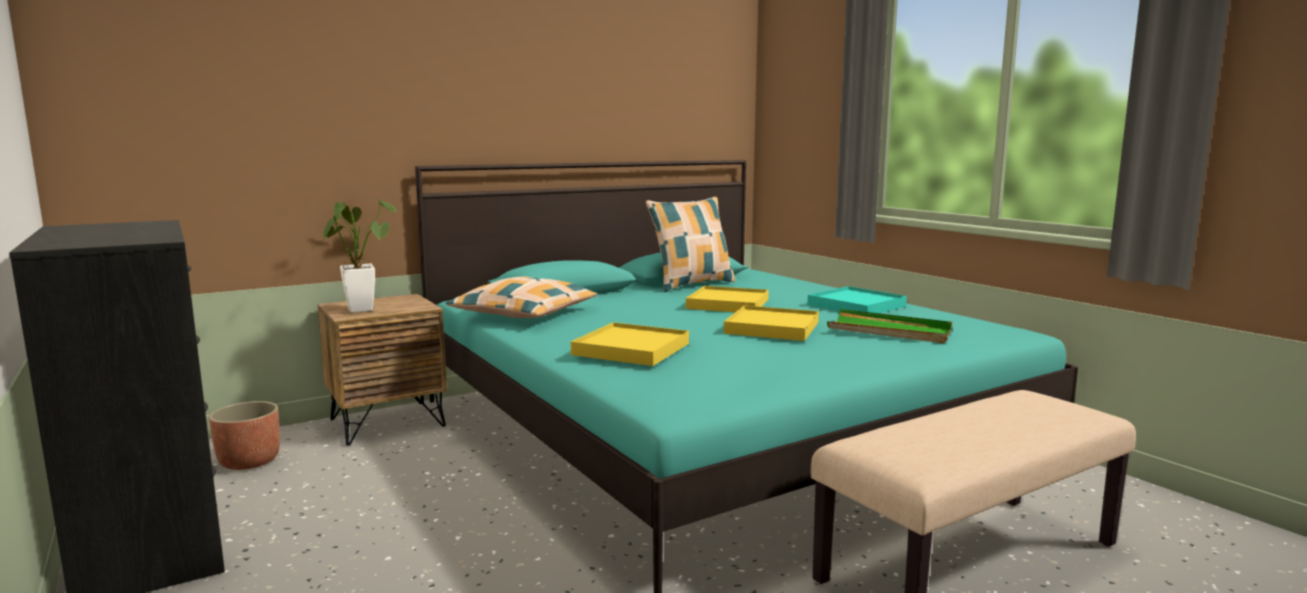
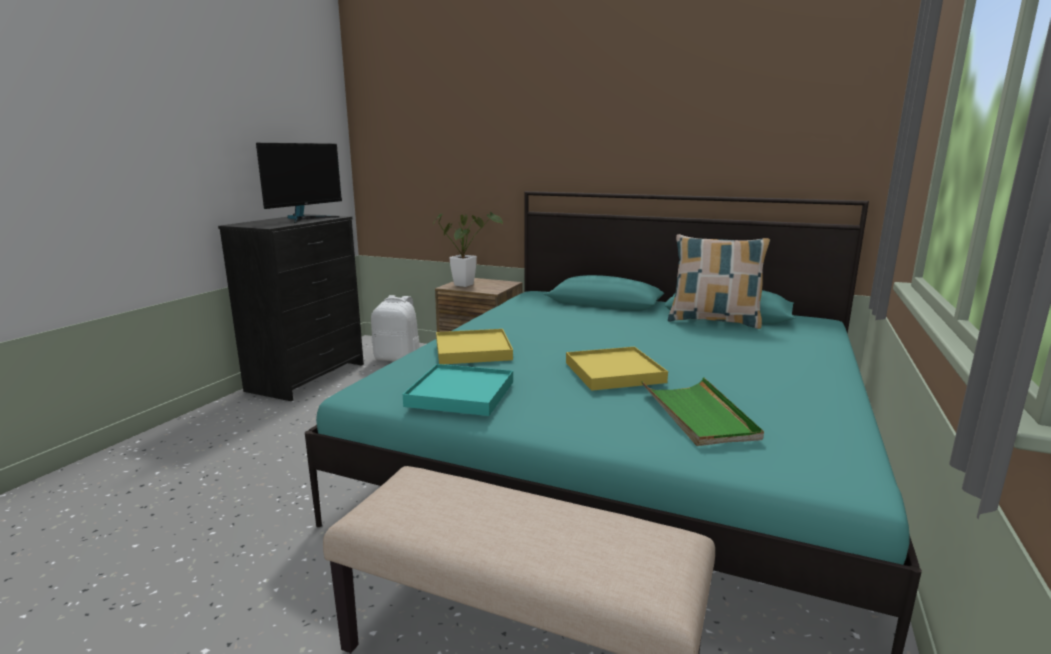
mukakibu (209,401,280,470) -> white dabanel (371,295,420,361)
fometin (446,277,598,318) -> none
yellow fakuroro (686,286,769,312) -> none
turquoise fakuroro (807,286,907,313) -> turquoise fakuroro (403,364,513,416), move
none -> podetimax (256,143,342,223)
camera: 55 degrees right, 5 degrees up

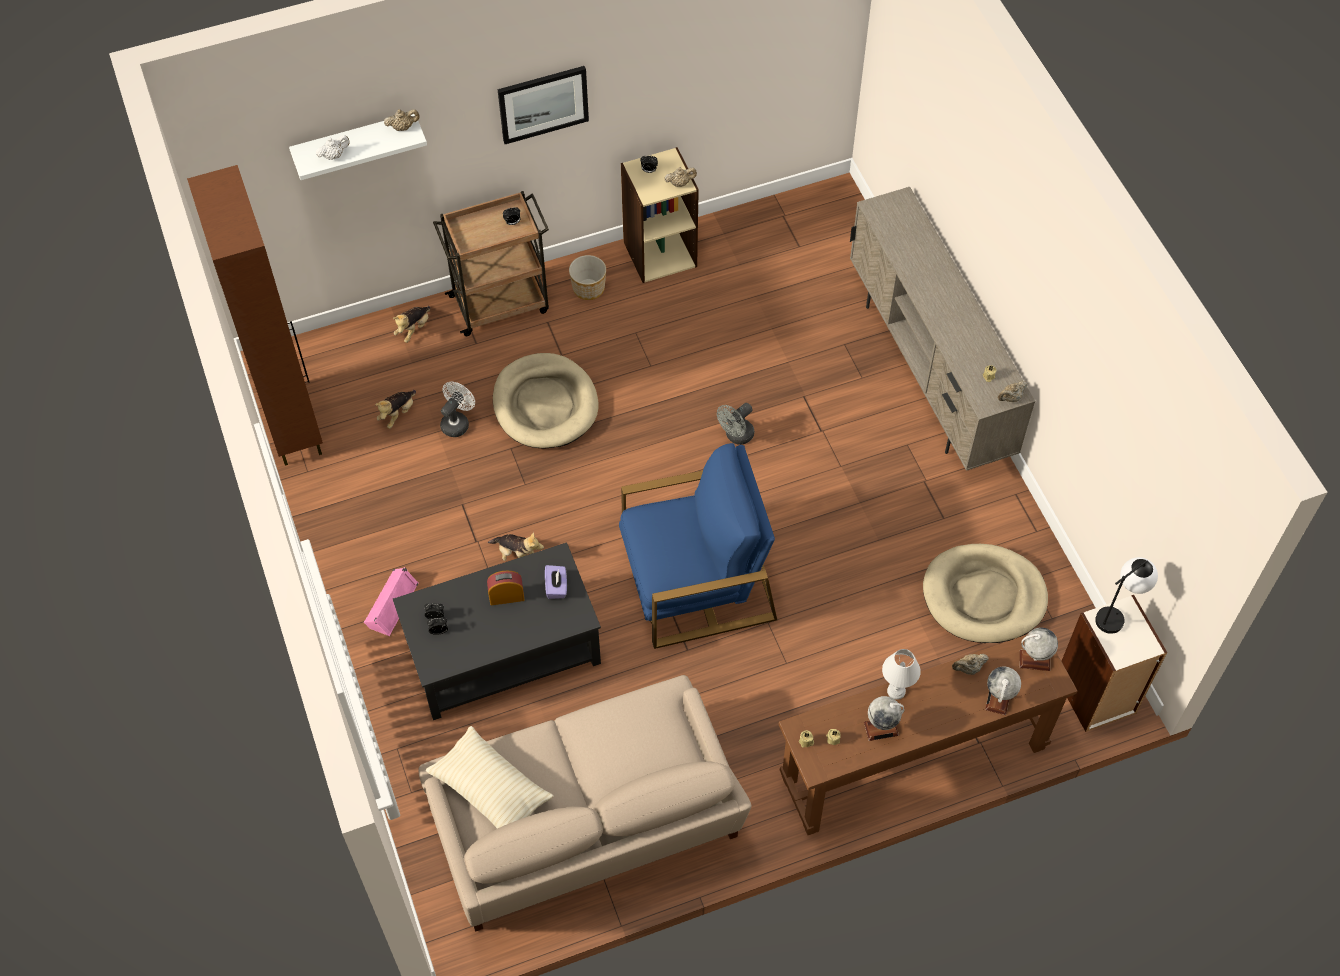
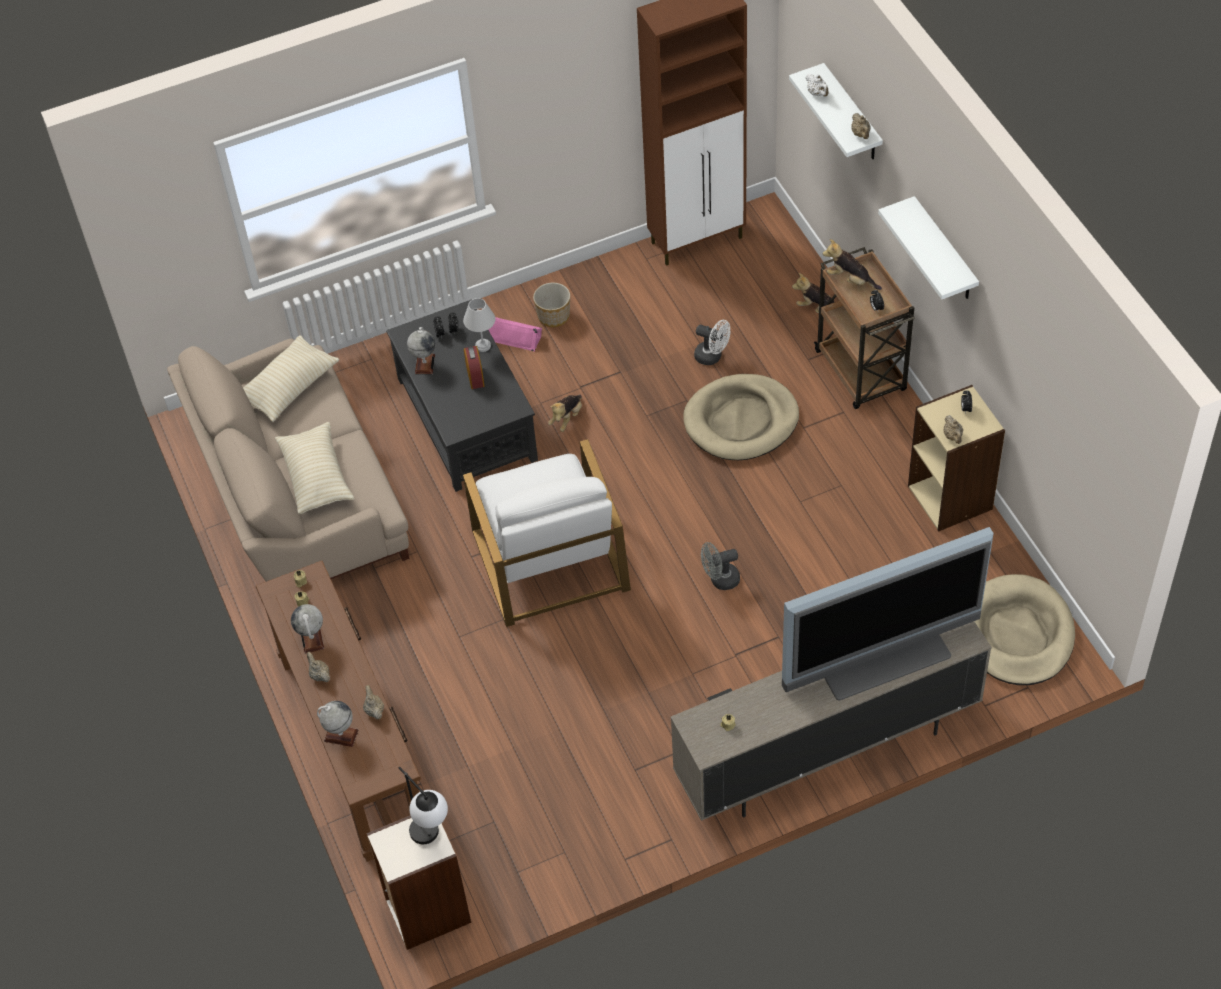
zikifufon (375,390,416,429) -> zikifufon (823,239,882,290), move
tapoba (497,66,589,144) -> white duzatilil (878,196,979,299)
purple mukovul (545,565,567,599) -> none
mukakibu (569,255,606,300) -> mukakibu (533,283,570,327), move
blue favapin (619,443,777,649) -> white favapin (463,439,631,627)
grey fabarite (717,403,754,445) -> grey fabarite (701,542,740,590), 60 degrees counterclockwise
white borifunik (882,649,921,700) -> white borifunik (463,298,495,352), move
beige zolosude (923,544,1048,643) -> beige zolosude (975,574,1075,685), move
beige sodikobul (998,381,1027,402) -> beige sodikobul (307,652,330,682), move
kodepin (1020,628,1058,671) -> kodepin (407,327,435,374), move
none -> beige fometin (275,422,354,514)
none -> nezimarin (782,527,994,700)
camera: 90 degrees right, 5 degrees down

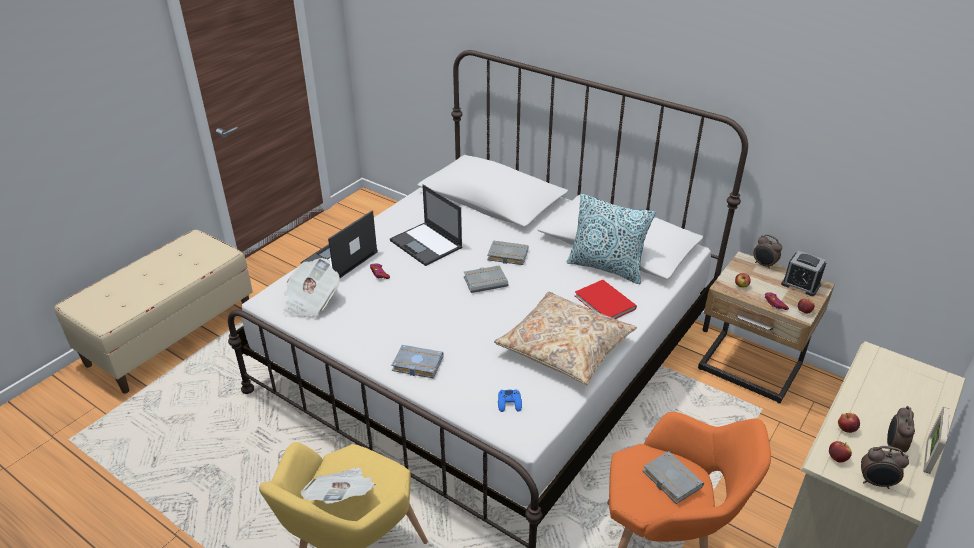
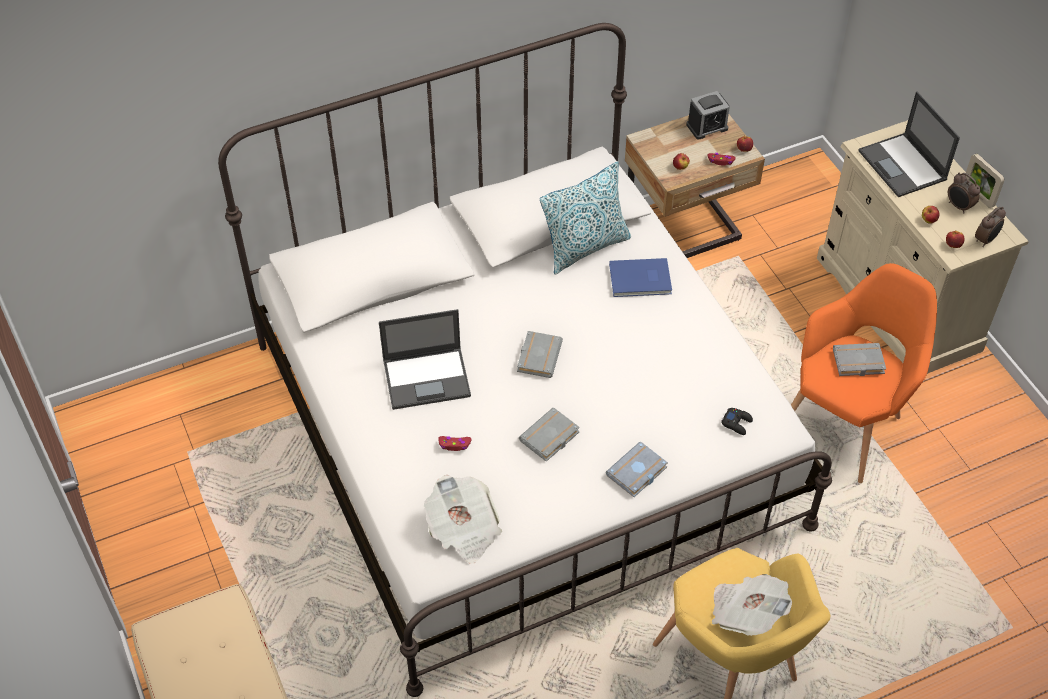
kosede (301,210,378,278) -> kosede (859,91,960,197), move
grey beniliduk (487,240,529,265) -> grey beniliduk (519,408,580,462), move
beige fometin (494,292,637,385) -> none
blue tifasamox (498,389,522,412) -> black tifasamox (721,408,753,435)
red beniliduk (575,280,637,319) -> blue beniliduk (609,258,672,297)
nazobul (753,234,782,270) -> none
camera: 60 degrees left, 15 degrees up

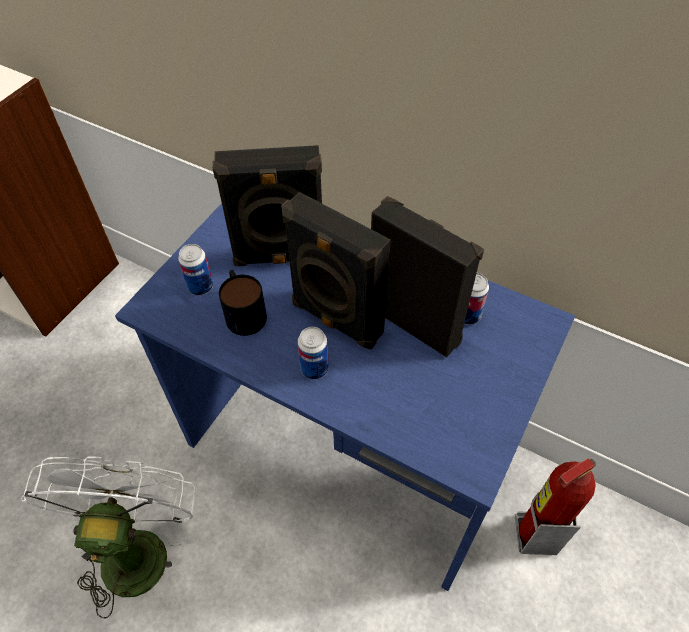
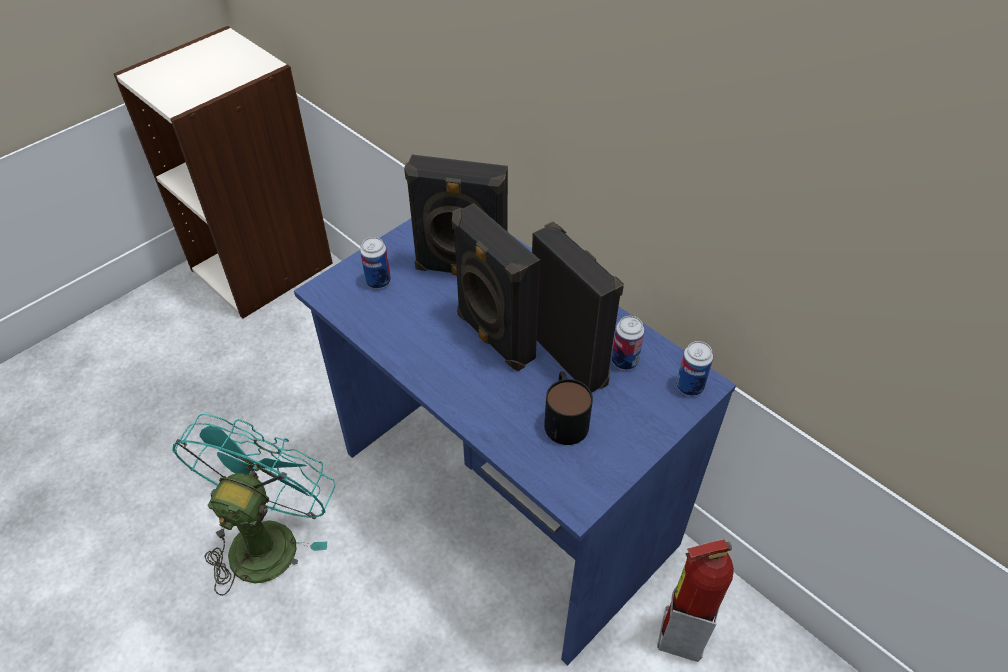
white fabarite (21,456,196,618) -> turquoise fabarite (172,414,335,596)
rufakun (219,270,267,336) -> rufakun (544,371,593,445), move
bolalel (297,327,329,380) -> bolalel (676,341,713,396), move
camera: 15 degrees right, 5 degrees down

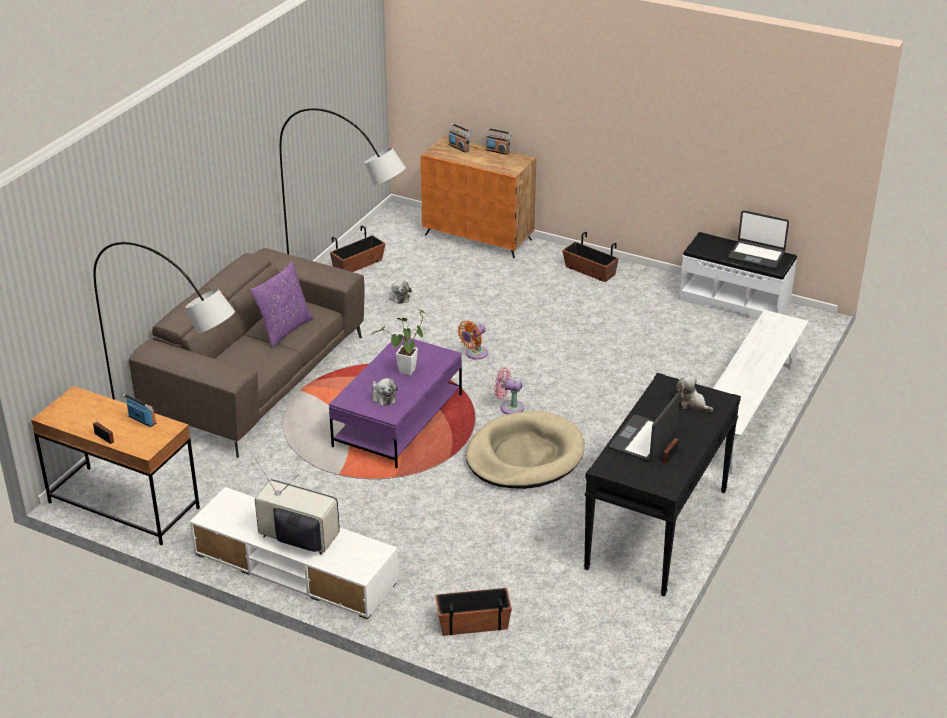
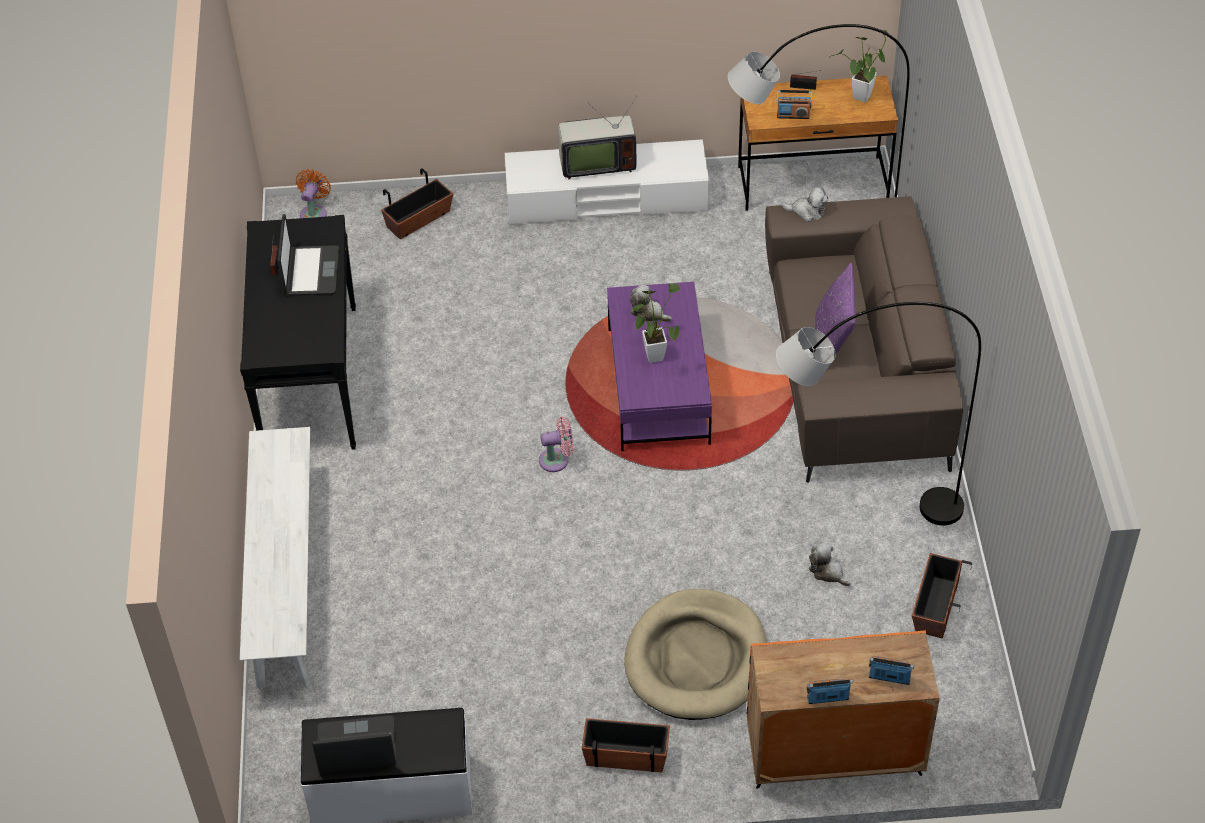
orange fabarite (458,321,488,360) -> orange fabarite (296,169,331,218), move
beige zolosude (466,411,585,489) -> beige zolosude (624,589,767,720), move
zikifufon (676,375,713,412) -> zikifufon (782,186,828,222), move
none -> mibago (828,30,888,103)
camera: 150 degrees right, 15 degrees up

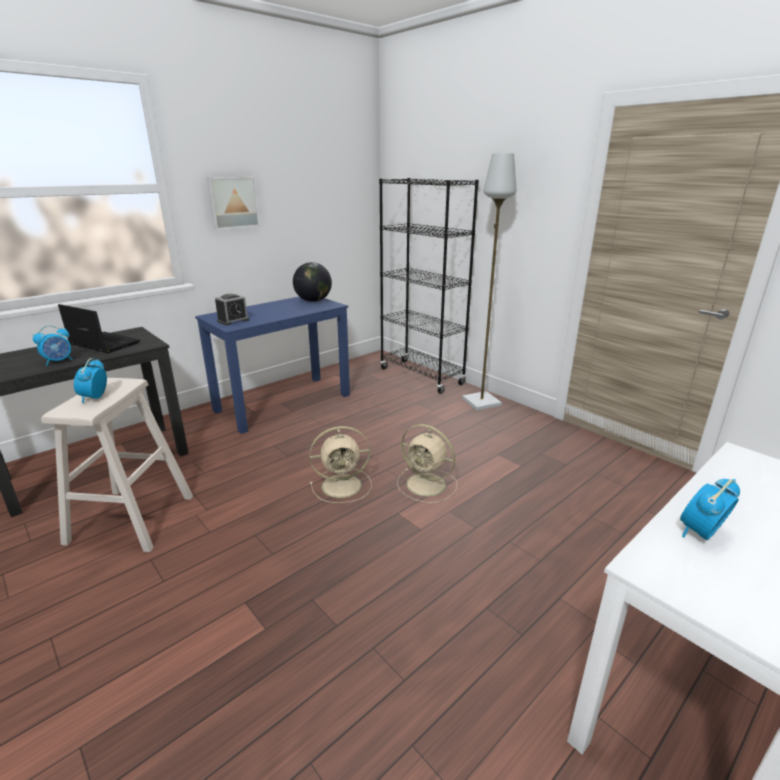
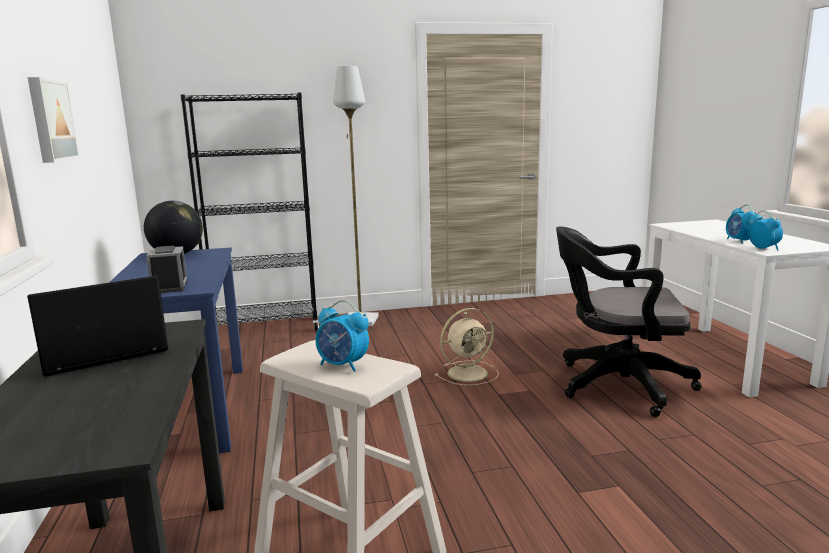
nazobul (33,325,73,366) -> nazobul (748,210,783,251), move
beige fabarite (309,426,372,503) -> none
none -> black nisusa (556,227,702,417)
camera: 60 degrees left, 10 degrees down

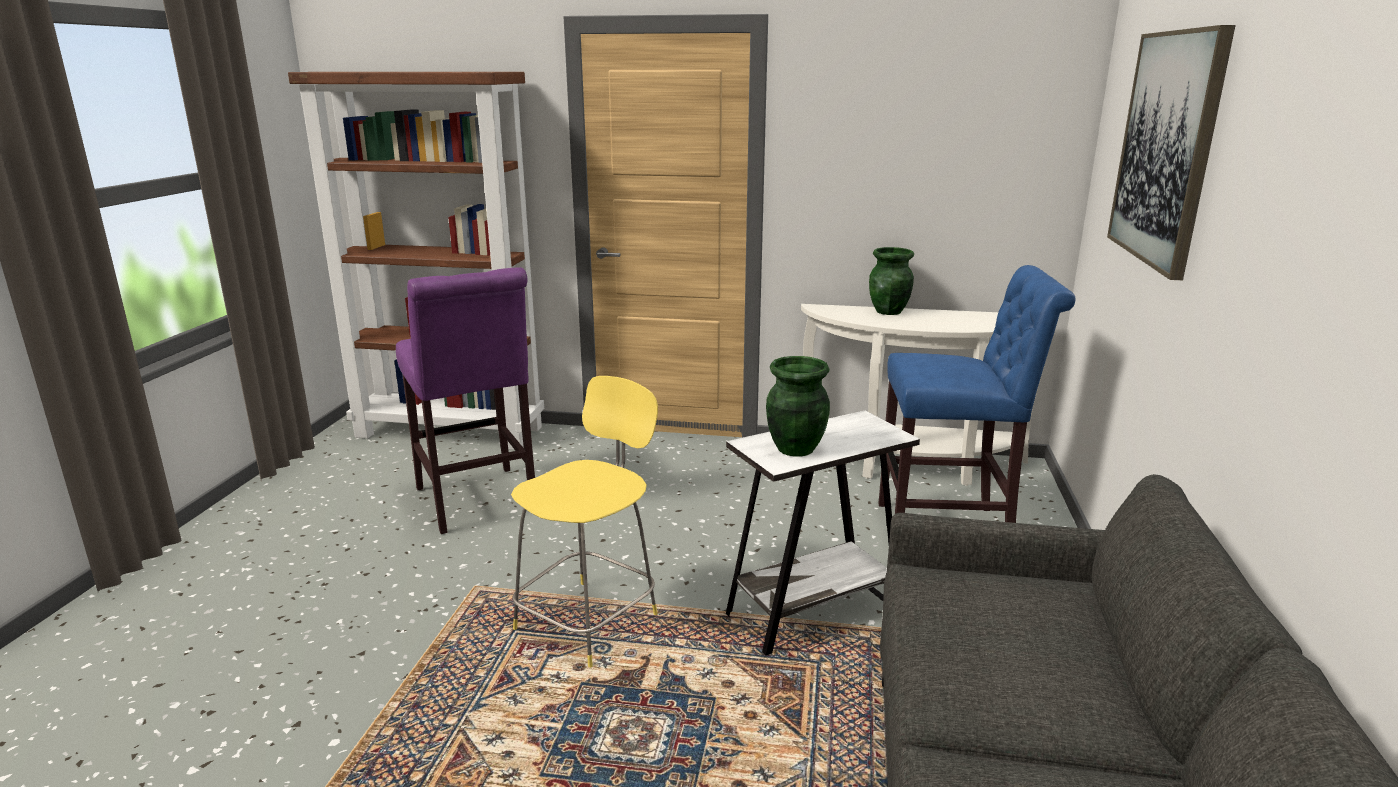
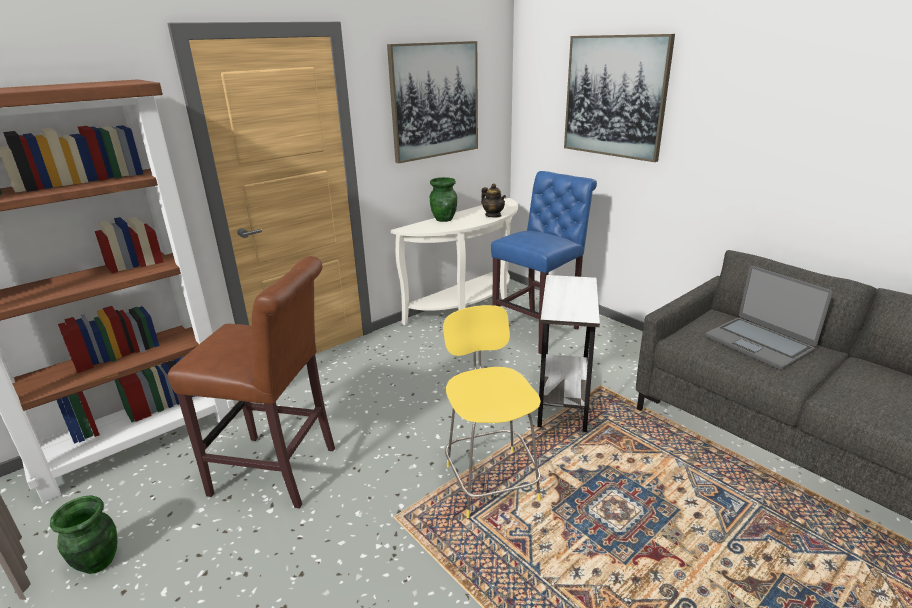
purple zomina (396,267,535,534) -> brown zomina (168,256,335,508)
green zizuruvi (766,356,830,457) -> green zizuruvi (50,495,117,574), move
none -> tapoba (387,41,478,163)
none -> sodikobul (481,184,506,218)
none -> kosede (705,266,833,370)
camera: 50 degrees left, 5 degrees up

